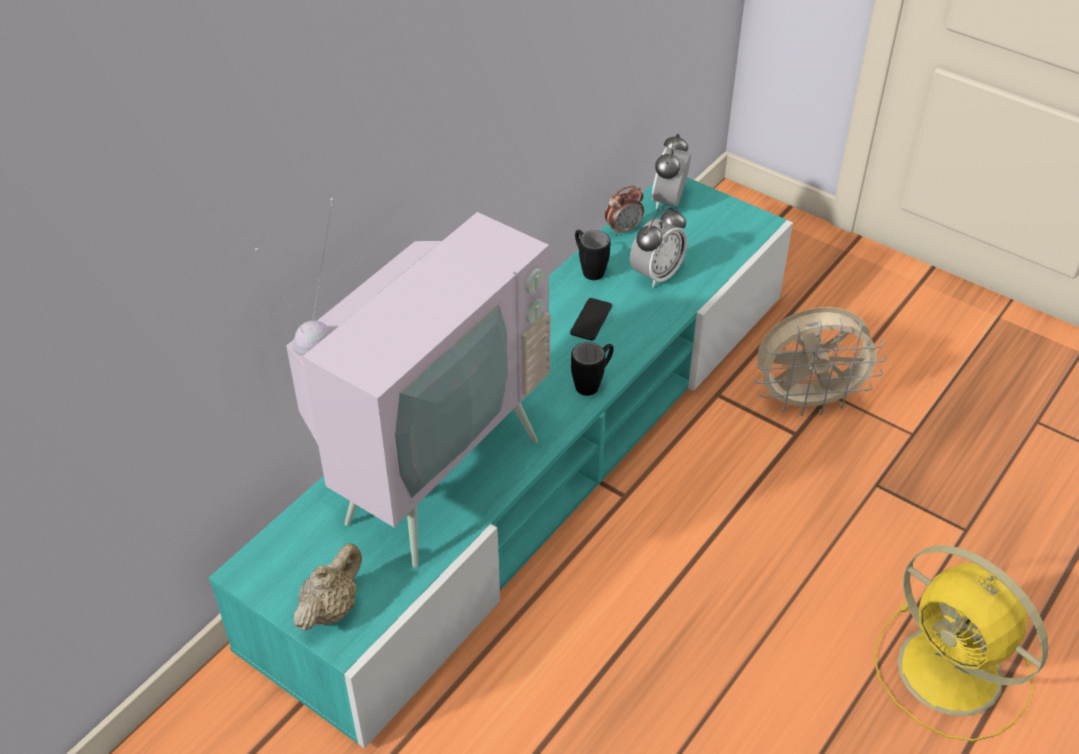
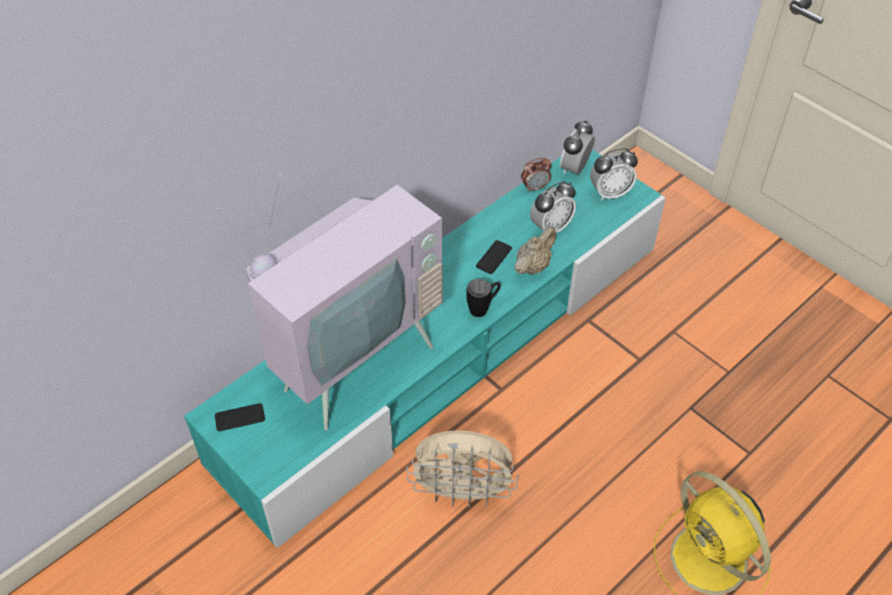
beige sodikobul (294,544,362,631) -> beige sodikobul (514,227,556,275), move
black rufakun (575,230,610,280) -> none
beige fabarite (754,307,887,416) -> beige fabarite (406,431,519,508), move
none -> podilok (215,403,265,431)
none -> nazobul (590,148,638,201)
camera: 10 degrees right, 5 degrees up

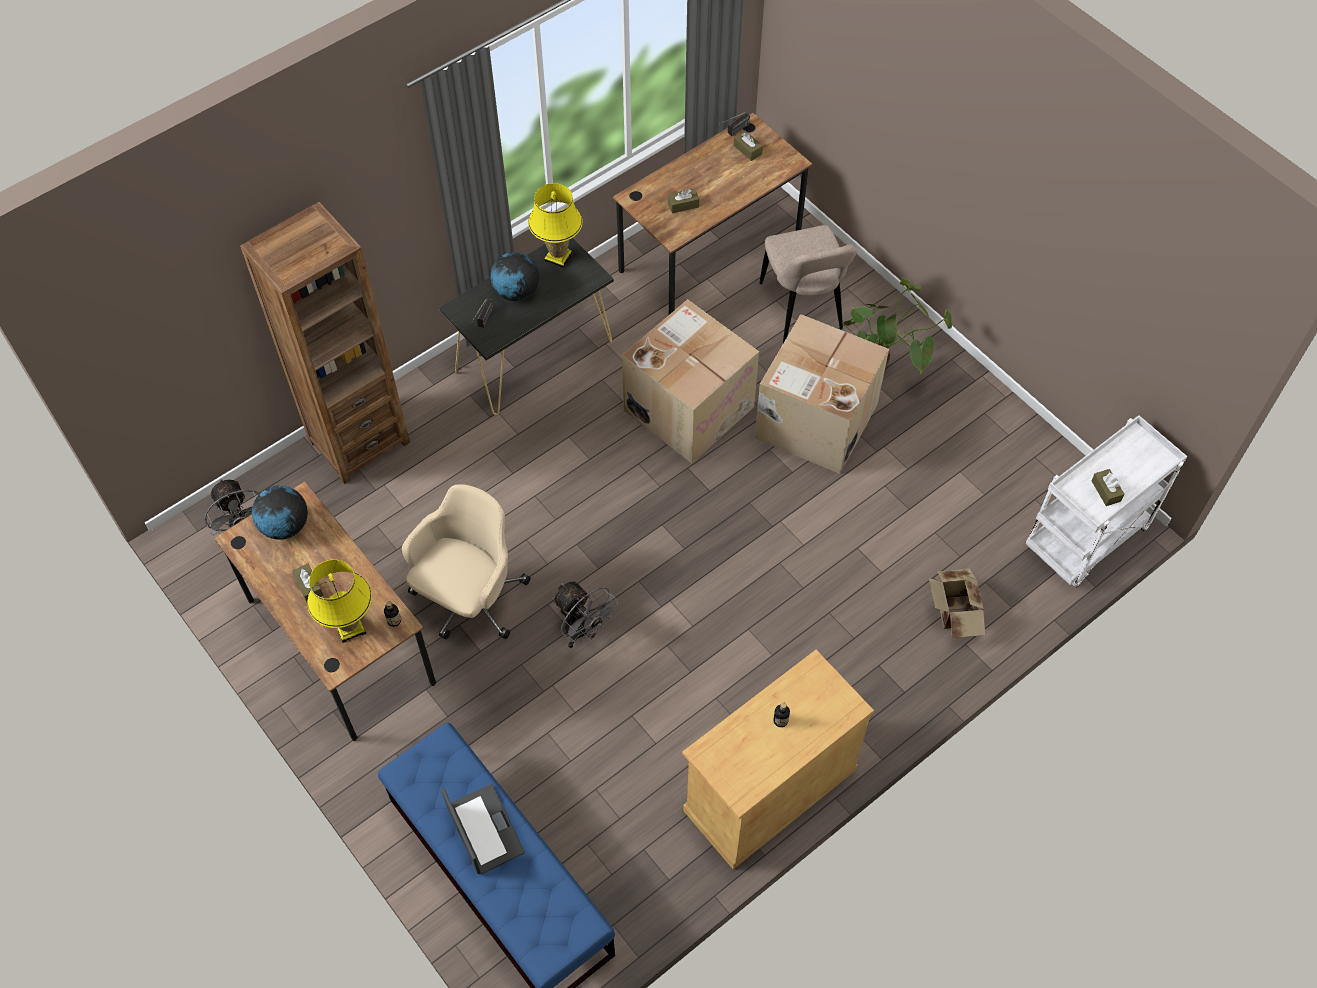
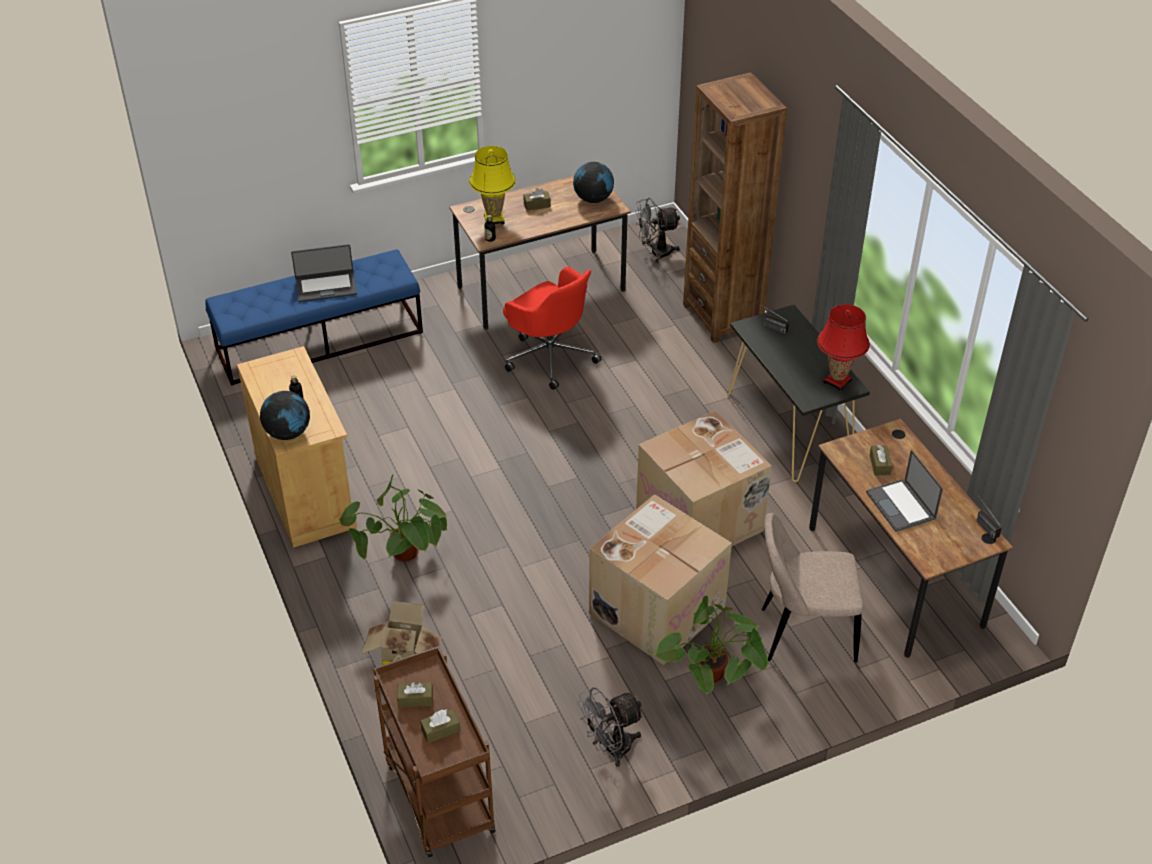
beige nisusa (402,484,531,639) -> red nisusa (503,267,601,390)
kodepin (491,252,539,301) -> kodepin (260,391,310,440), move
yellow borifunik (528,183,583,268) -> red borifunik (817,304,870,391)
grey fabarite (552,581,618,648) -> grey fabarite (577,687,644,767), move
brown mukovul (734,130,763,161) -> brown mukovul (420,709,460,743), move
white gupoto (1025,415,1187,587) -> brown gupoto (373,646,496,857)
none -> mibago (339,475,449,562)
none -> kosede (866,450,943,532)
camera: 105 degrees right, 15 degrees down

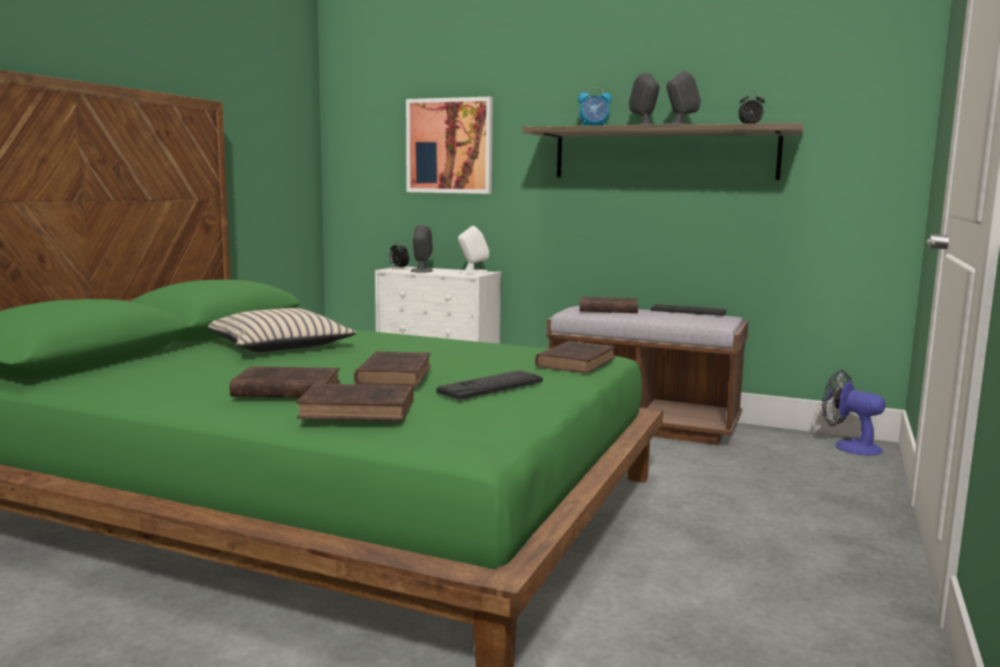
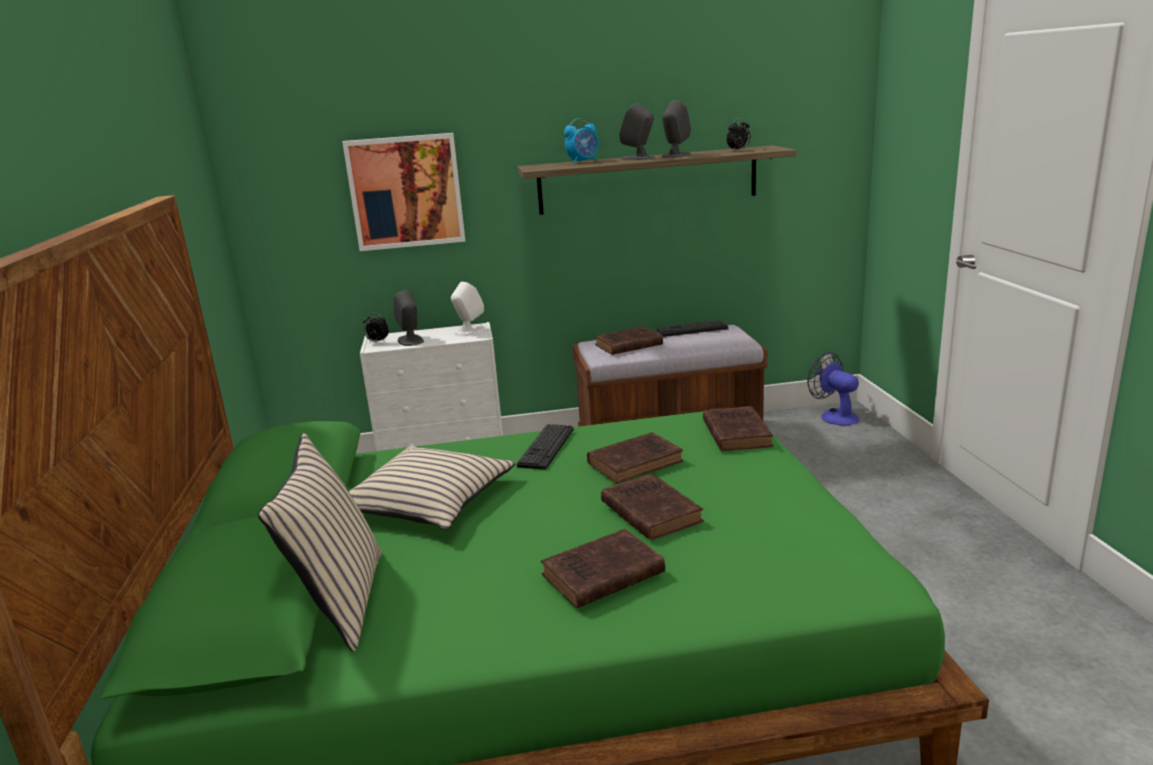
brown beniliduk (297,384,414,421) -> brown beniliduk (587,432,683,484), move
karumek (437,370,543,400) -> karumek (517,424,573,470), move
fabarite (822,370,886,456) -> fabarite (807,352,859,426), 45 degrees clockwise
none -> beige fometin (258,433,382,652)
camera: 30 degrees left, 10 degrees up

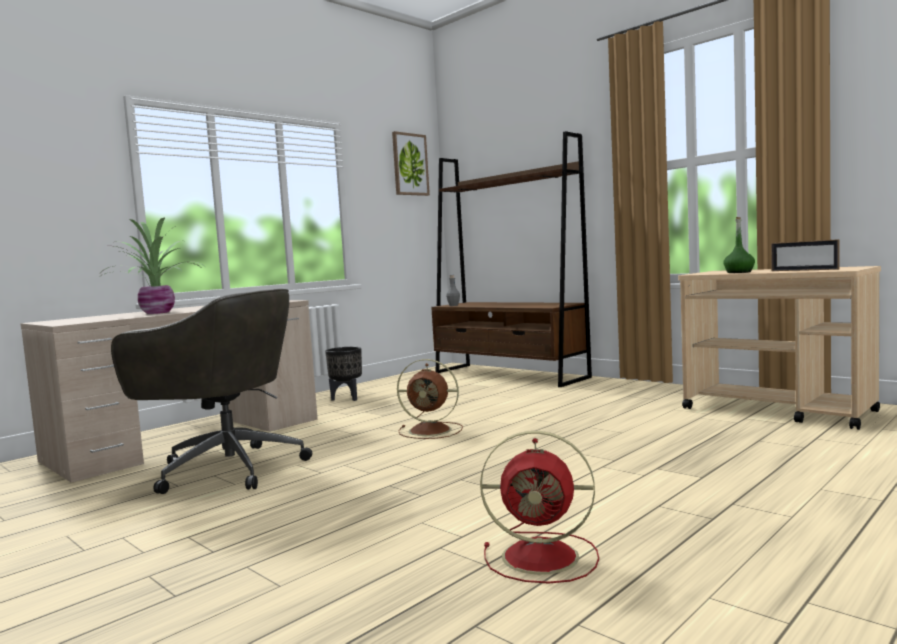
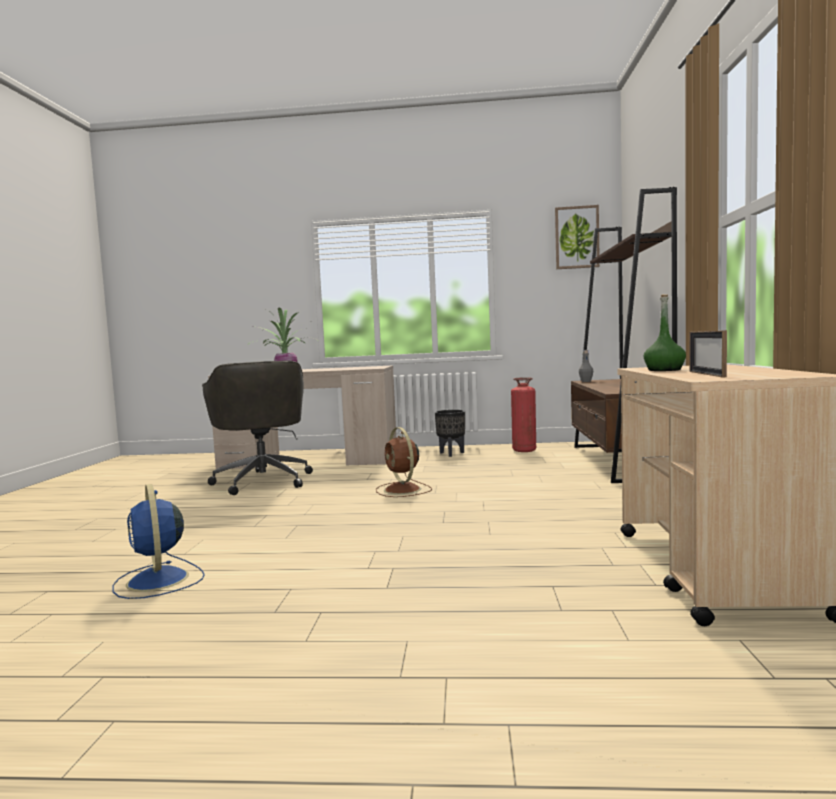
red fabarite (480,431,599,584) -> blue fabarite (112,484,205,599)
none -> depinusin (511,377,536,452)
camera: 50 degrees right, 0 degrees up

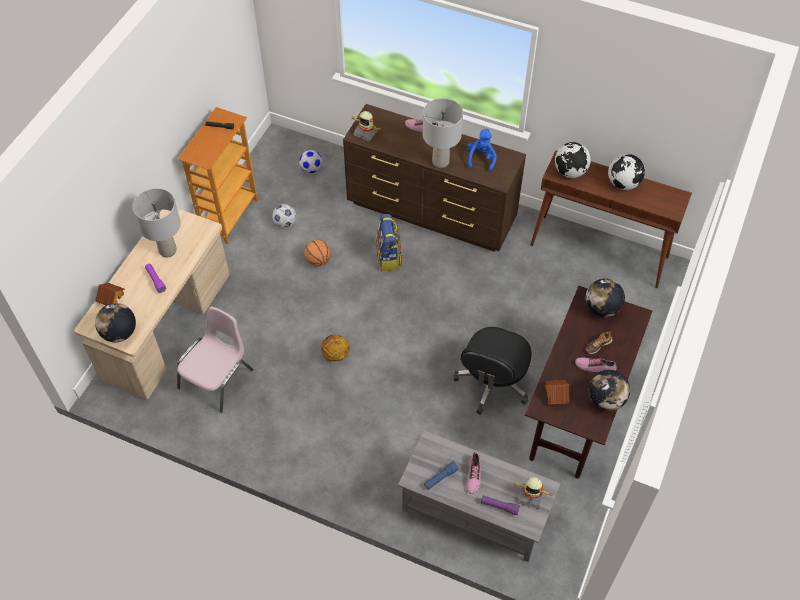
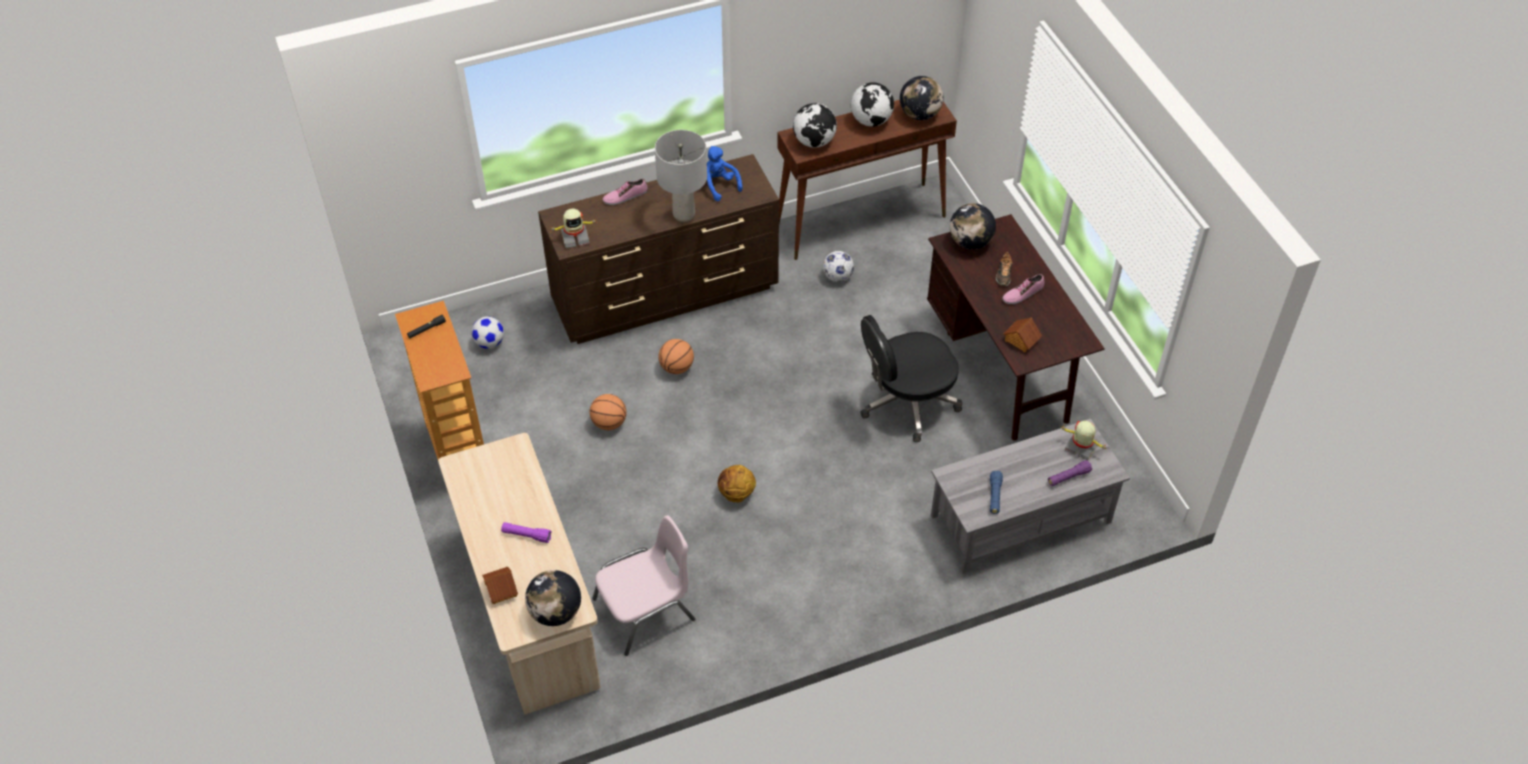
grey borifunik (133,188,181,258) -> none
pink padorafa (177,307,253,413) -> pink padorafa (592,515,695,656), 75 degrees clockwise
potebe (272,204,296,228) -> potebe (823,251,854,282), move
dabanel (375,214,403,271) -> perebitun (658,339,694,374)
black nisusa (453,327,532,415) -> black nisusa (860,315,963,442), 90 degrees clockwise
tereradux (466,452,481,494) -> none
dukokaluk (513,477,554,509) -> dukokaluk (1060,421,1107,460), 120 degrees counterclockwise
kodepin (588,370,630,411) -> kodepin (900,76,944,120), move
camera: 45 degrees left, 5 degrees down

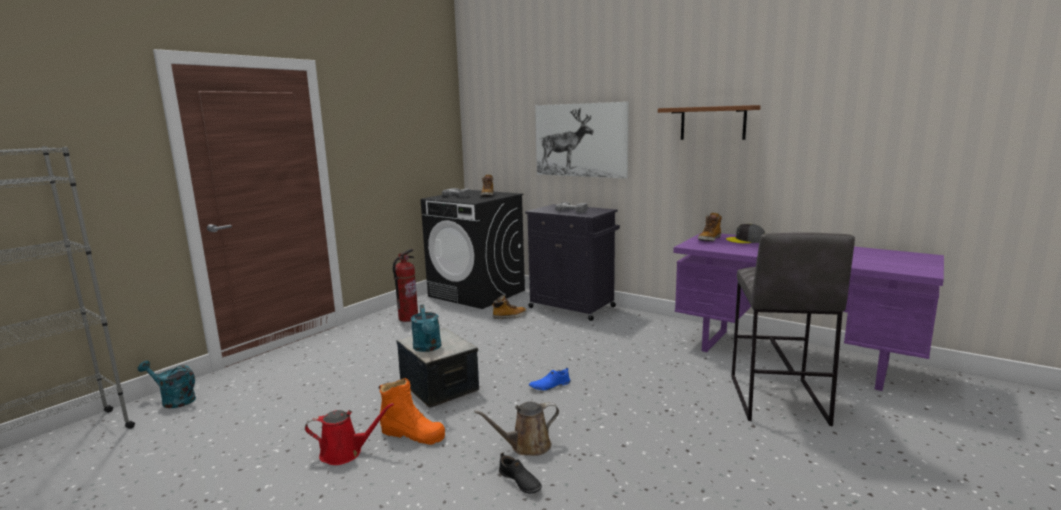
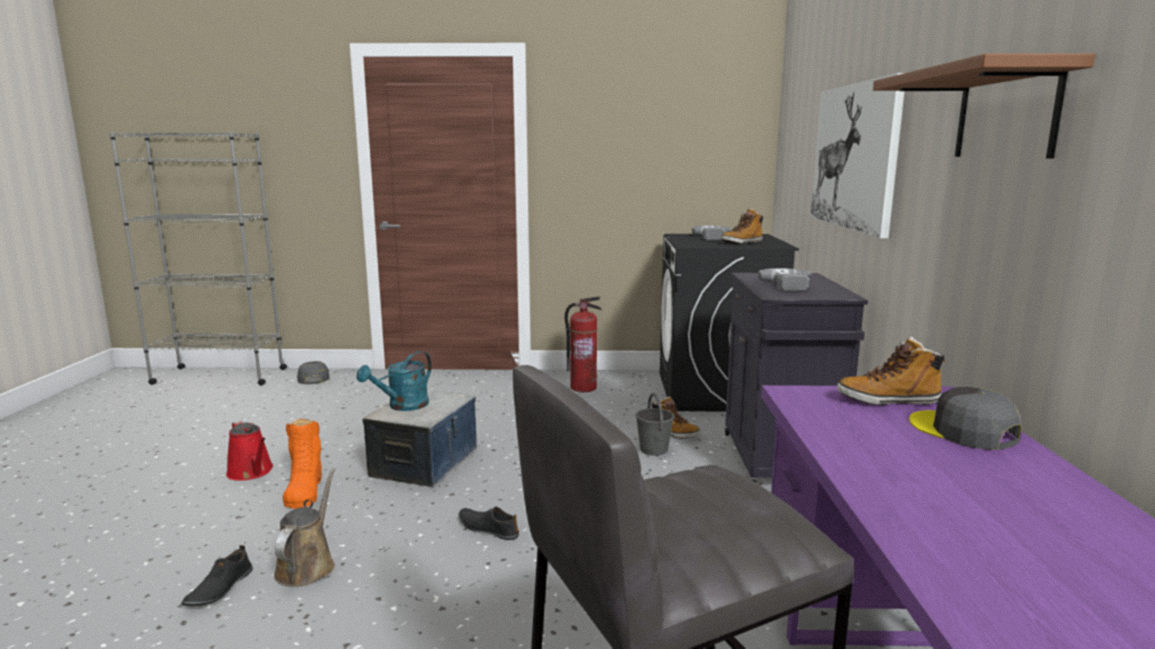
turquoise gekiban (138,360,196,408) -> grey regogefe (297,361,329,384)
brown gekiban (474,402,559,456) -> brown gekiban (274,468,335,587), 60 degrees clockwise
blue tereradux (529,367,571,390) -> black tereradux (459,507,519,540)
none -> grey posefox (636,393,674,456)
camera: 55 degrees right, 0 degrees up

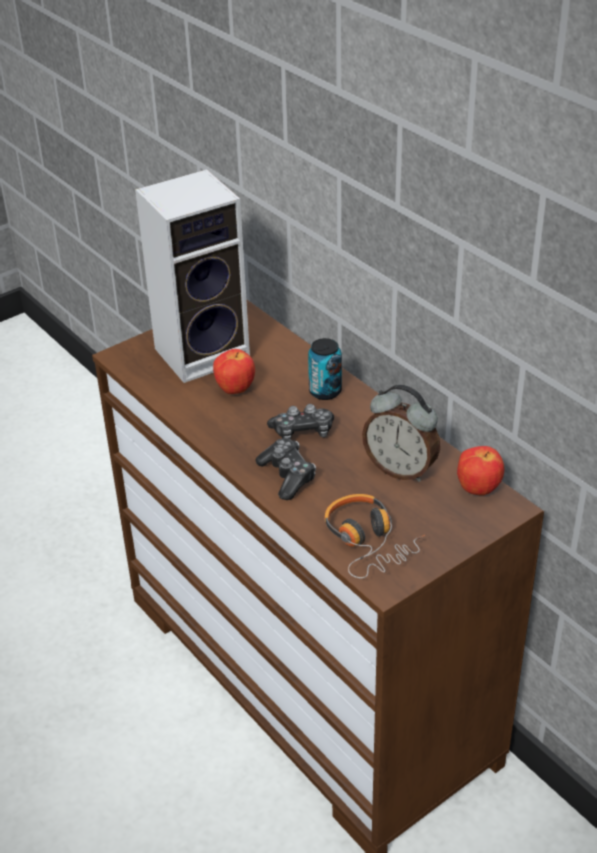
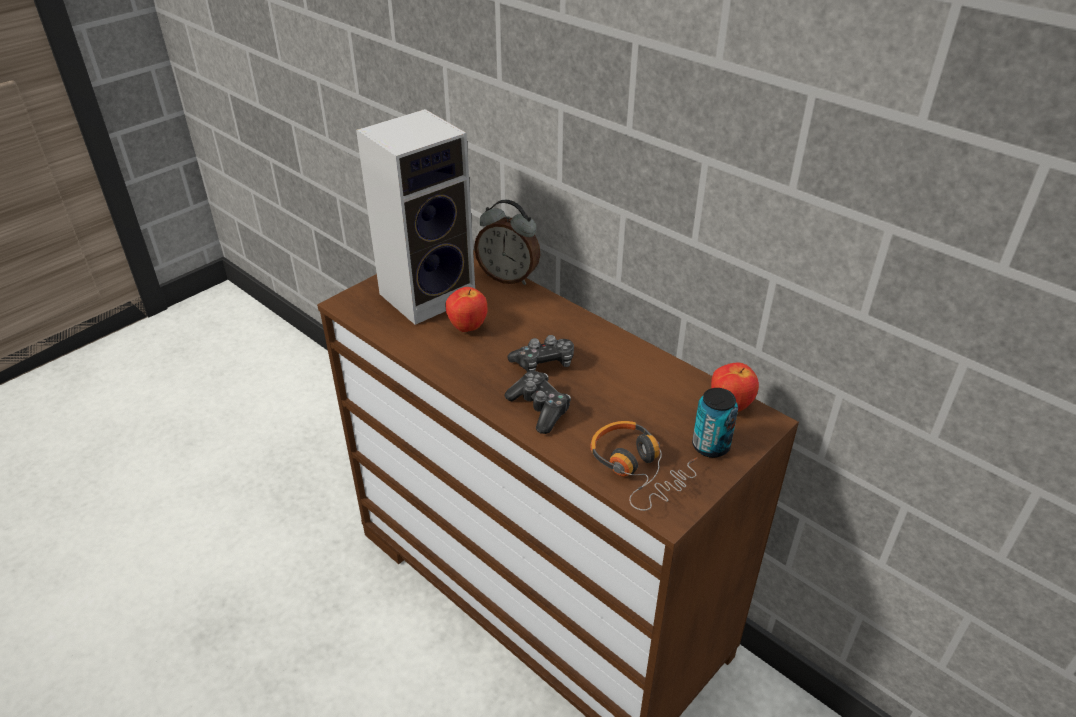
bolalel (308,338,342,400) -> bolalel (692,388,738,458), move
nazobul (362,385,440,482) -> nazobul (474,200,540,285), move
camera: 10 degrees left, 0 degrees up

